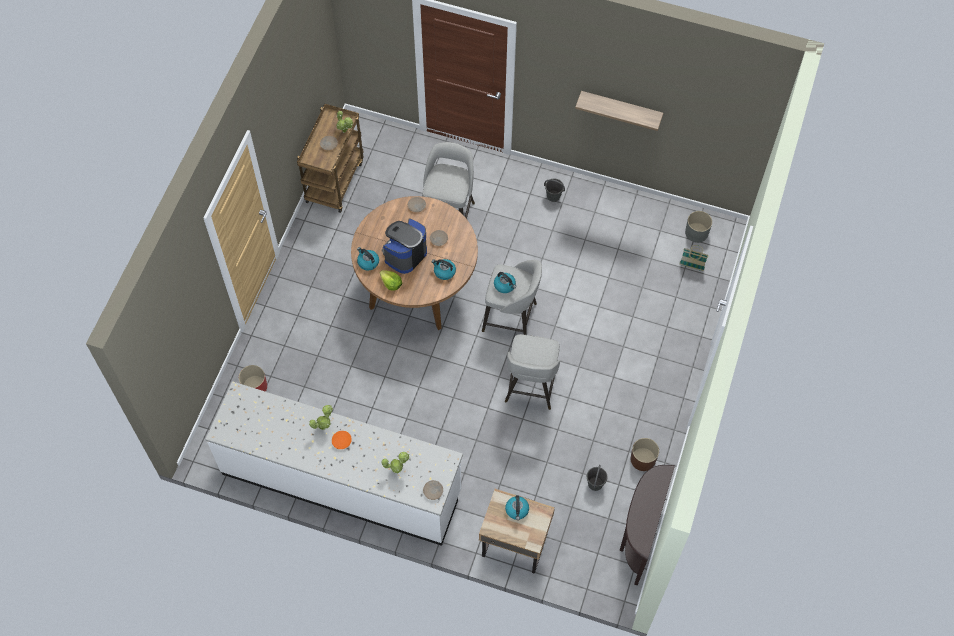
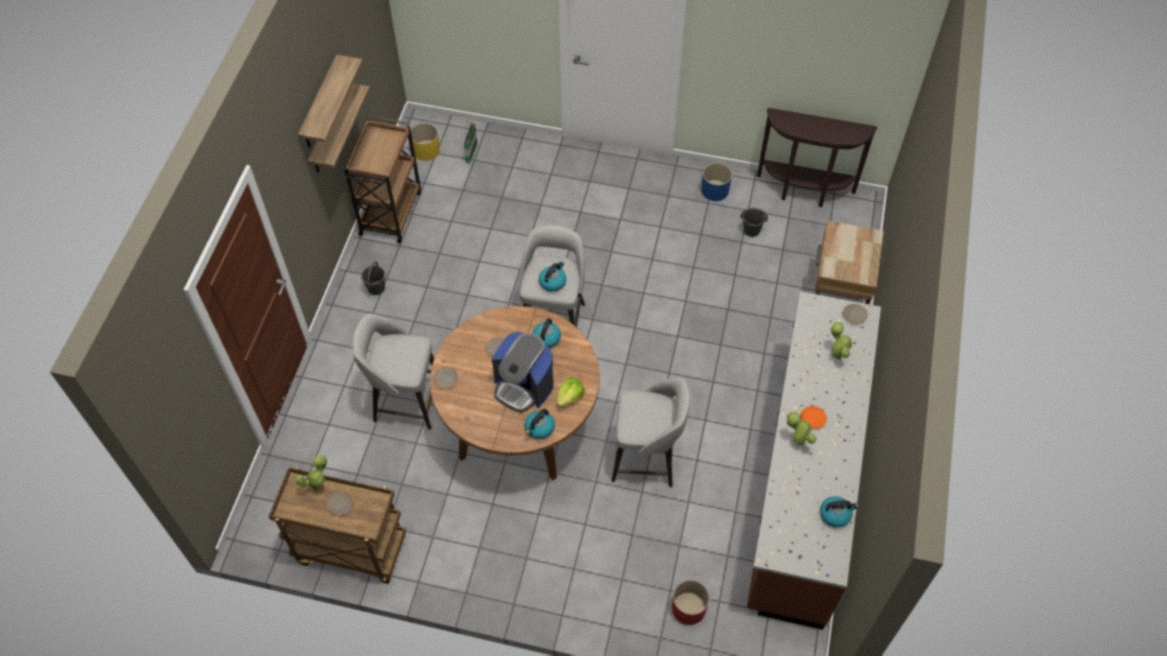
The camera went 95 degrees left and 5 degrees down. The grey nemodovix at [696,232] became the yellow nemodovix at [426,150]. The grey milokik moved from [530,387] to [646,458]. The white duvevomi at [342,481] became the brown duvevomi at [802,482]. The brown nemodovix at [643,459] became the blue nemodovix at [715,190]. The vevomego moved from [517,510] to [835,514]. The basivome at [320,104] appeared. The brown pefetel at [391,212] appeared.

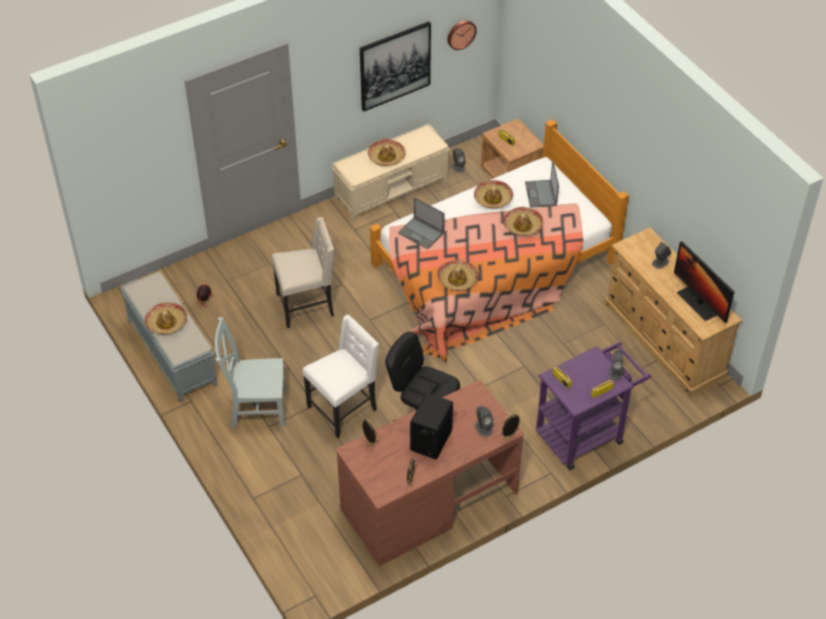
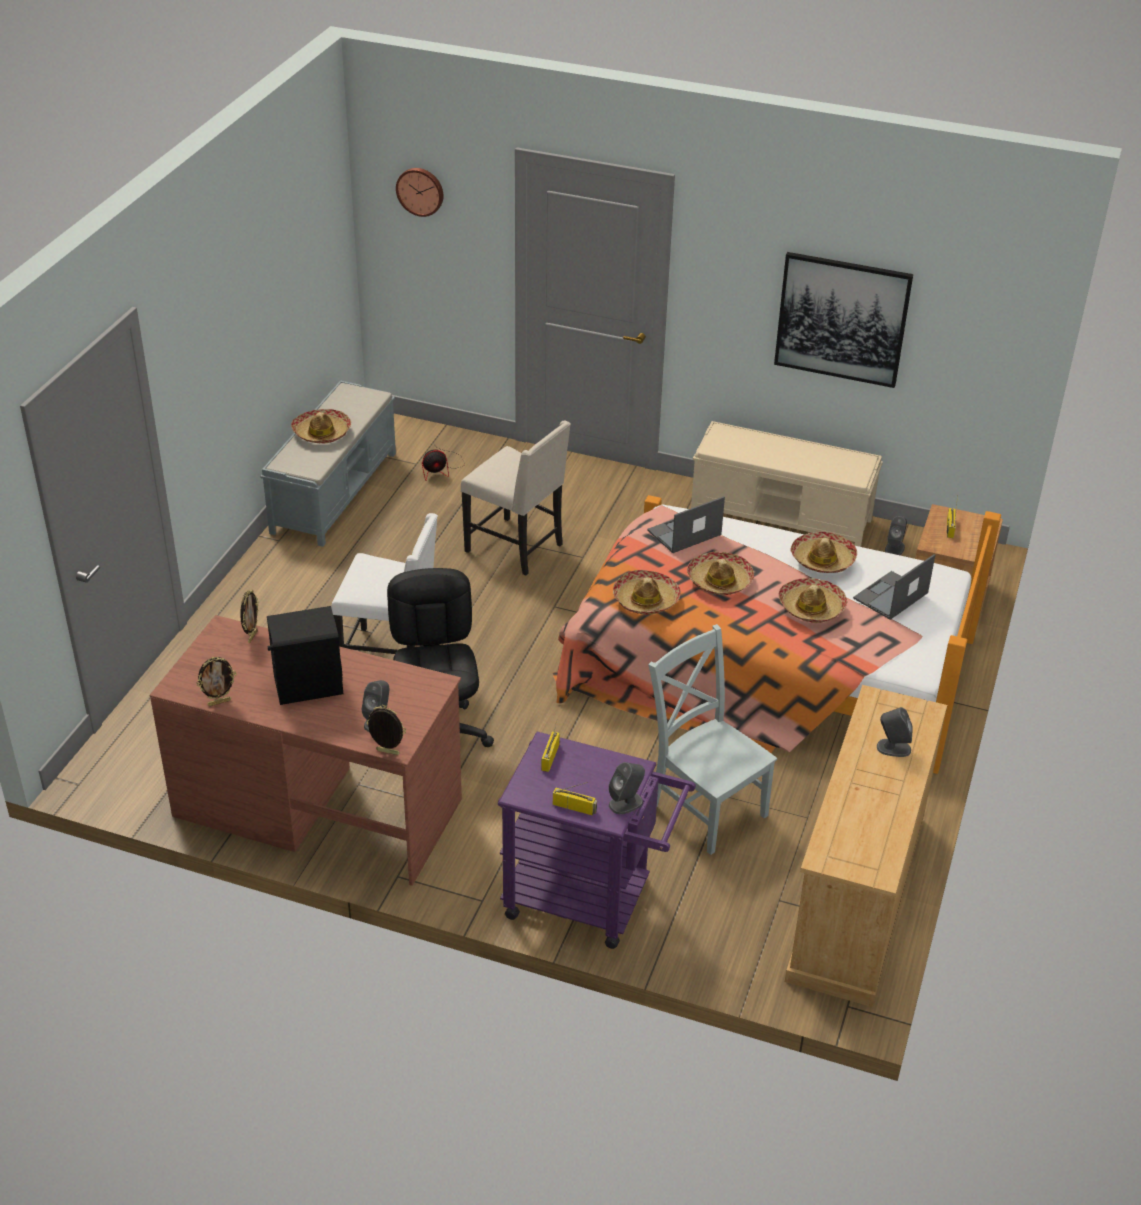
The camera went 50 degrees right and 10 degrees down. The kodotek moved from [460,34] to [420,191]. The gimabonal moved from [386,157] to [719,581]. The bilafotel at [421,233] turned 60 degrees clockwise. The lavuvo at [698,302] disappeared. The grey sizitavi moved from [255,407] to [704,807].

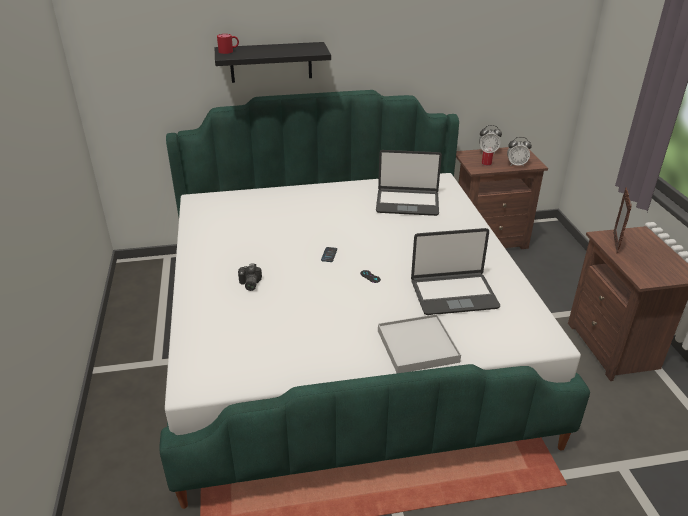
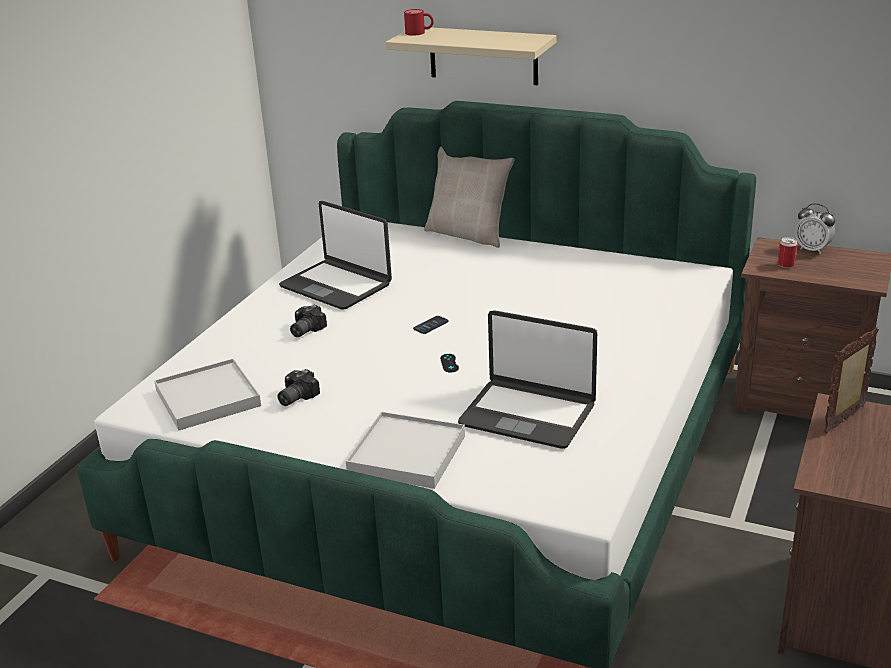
The camera went 35 degrees right and 5 degrees down. The black basivome at [271,62] became the beige basivome at [483,55]. The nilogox at [516,164] disappeared. The bilafotel moved from [407,203] to [336,285]. The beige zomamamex at [468,234] appeared. The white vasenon at [208,398] appeared. The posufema at [295,397] appeared.

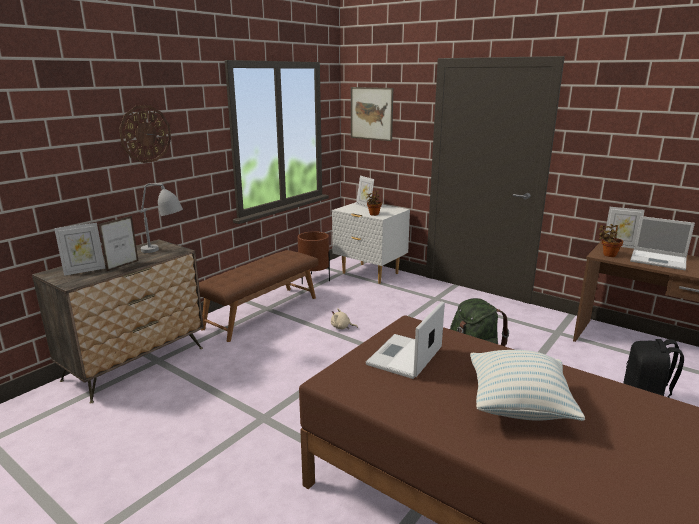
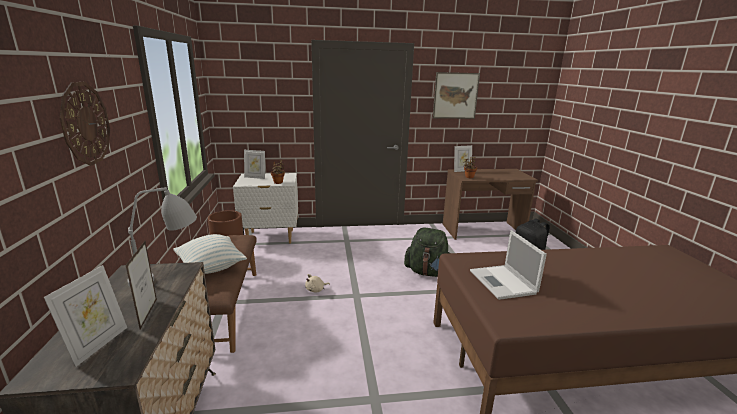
The camera went 45 degrees left and 0 degrees up. The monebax moved from [371,113] to [455,95]. The bilafotel at [659,260] disappeared. The zomamamex moved from [518,406] to [211,268].

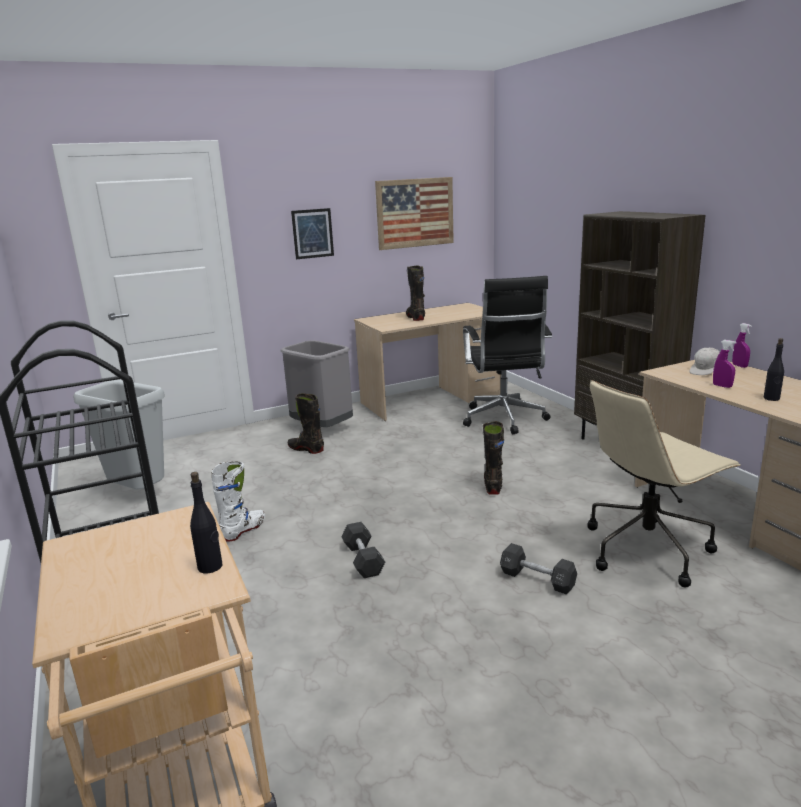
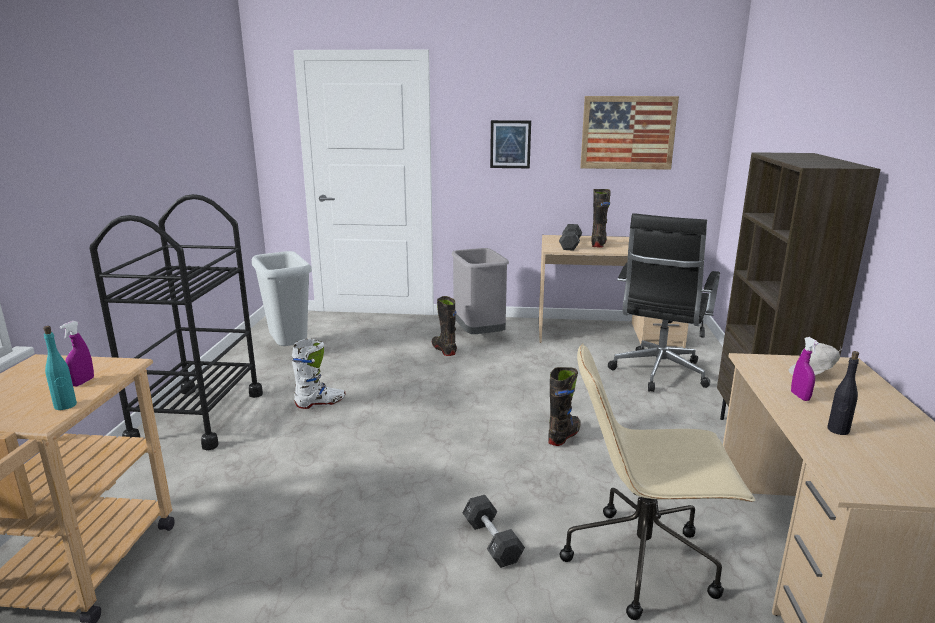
The camera went 30 degrees right and 0 degrees up. The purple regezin moved from [739,366] to [83,382]. The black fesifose at [210,567] became the turquoise fesifose at [65,406]. The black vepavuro moved from [363,559] to [570,245].

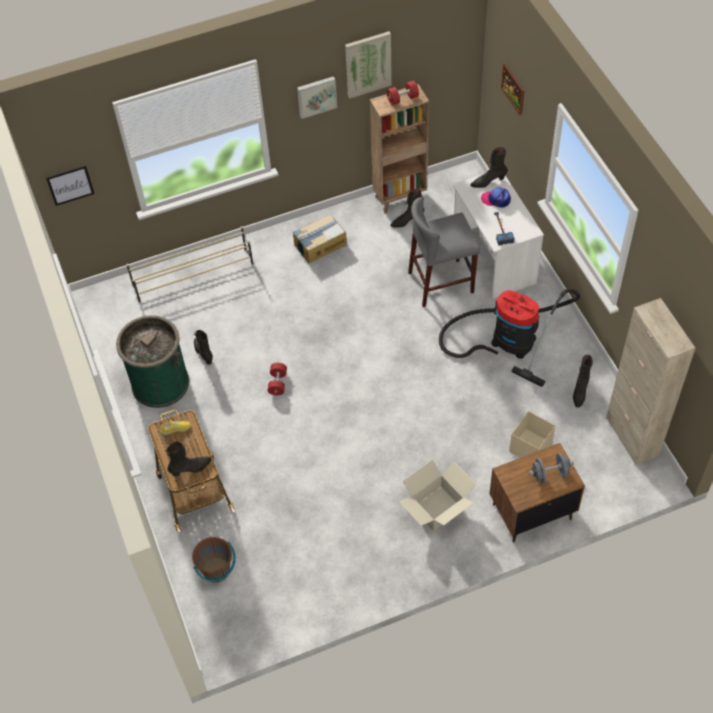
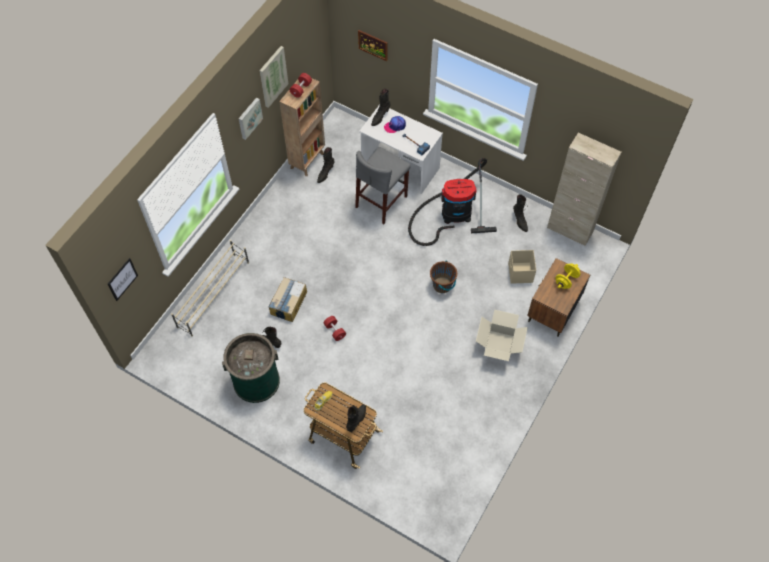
The camera went 40 degrees left and 5 degrees up. The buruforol moved from [320,244] to [288,303]. The grey vepavuro at [550,474] became the yellow vepavuro at [566,280]. The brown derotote moved from [216,570] to [442,285].

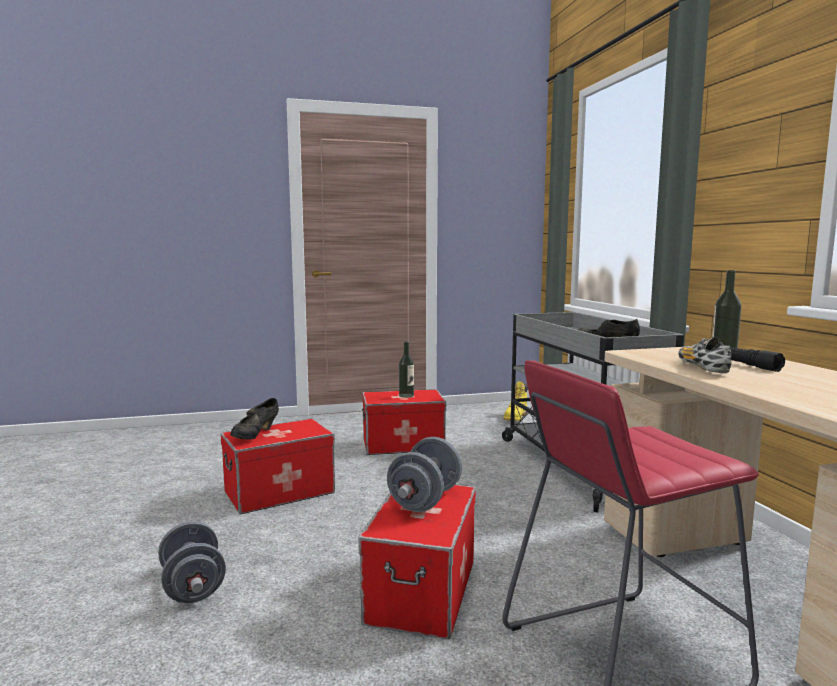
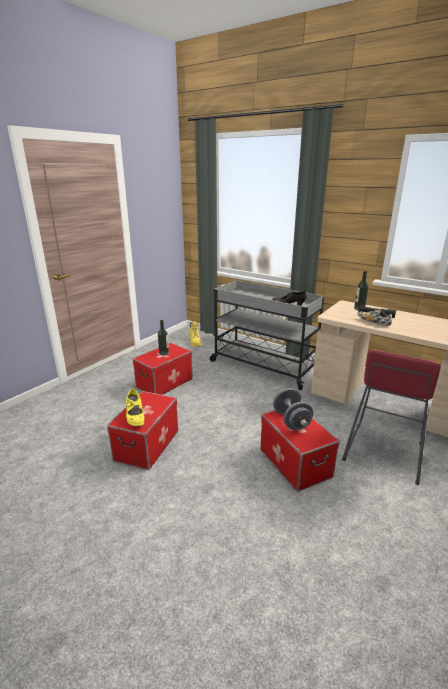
The camera went 40 degrees left and 15 degrees up. The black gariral at [255,435] became the yellow gariral at [135,418]. The grey vepavuro at [193,587] disappeared.

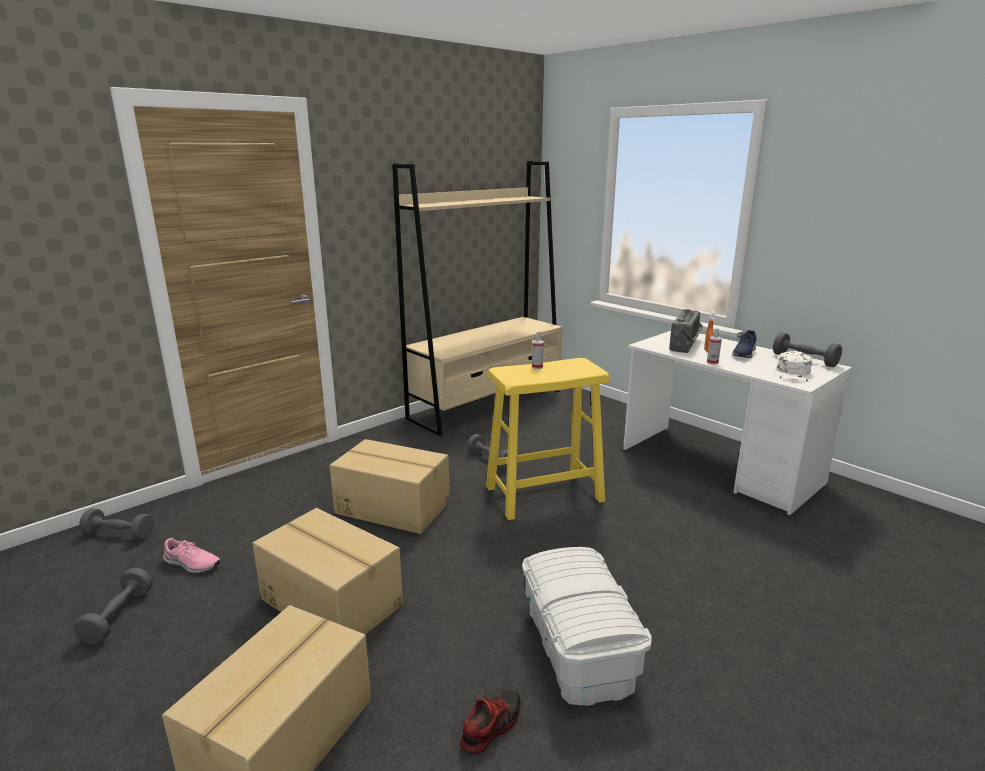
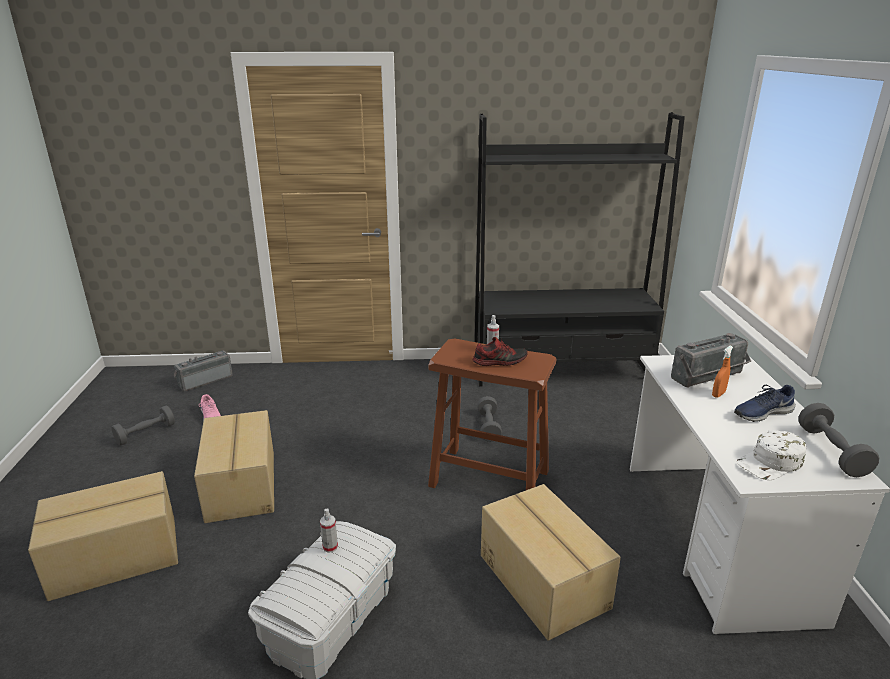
The camera went 40 degrees right and 5 degrees up. The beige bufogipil at [487,404] became the black bufogipil at [562,370]. The regezin moved from [712,362] to [330,547]. The yellow milokik at [545,494] became the brown milokik at [490,478]. The buruforol moved from [393,507] to [544,580]. The grey vepavuro at [119,534] was replaced by the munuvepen at [205,380]. The gariral moved from [491,726] to [499,361].

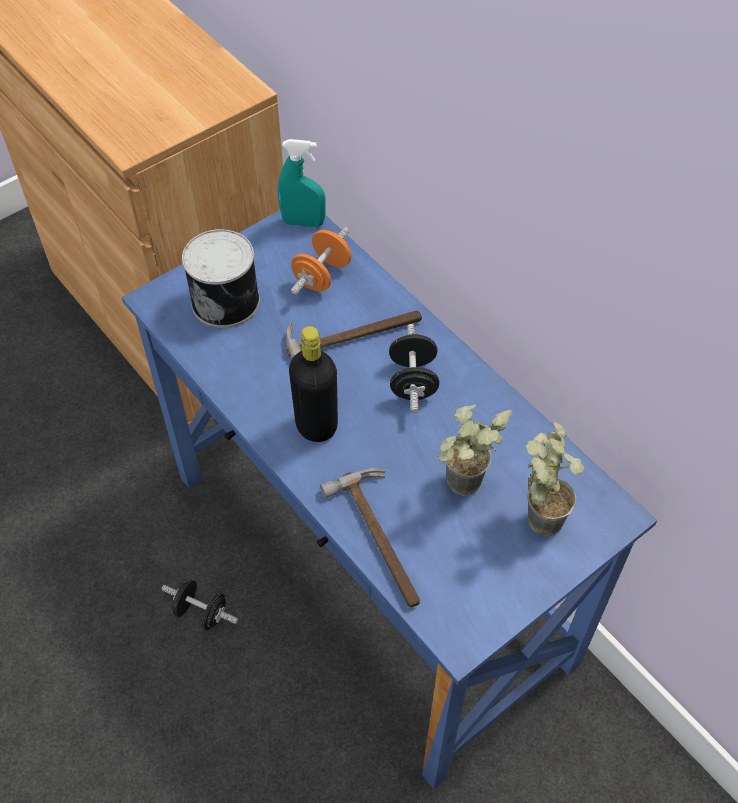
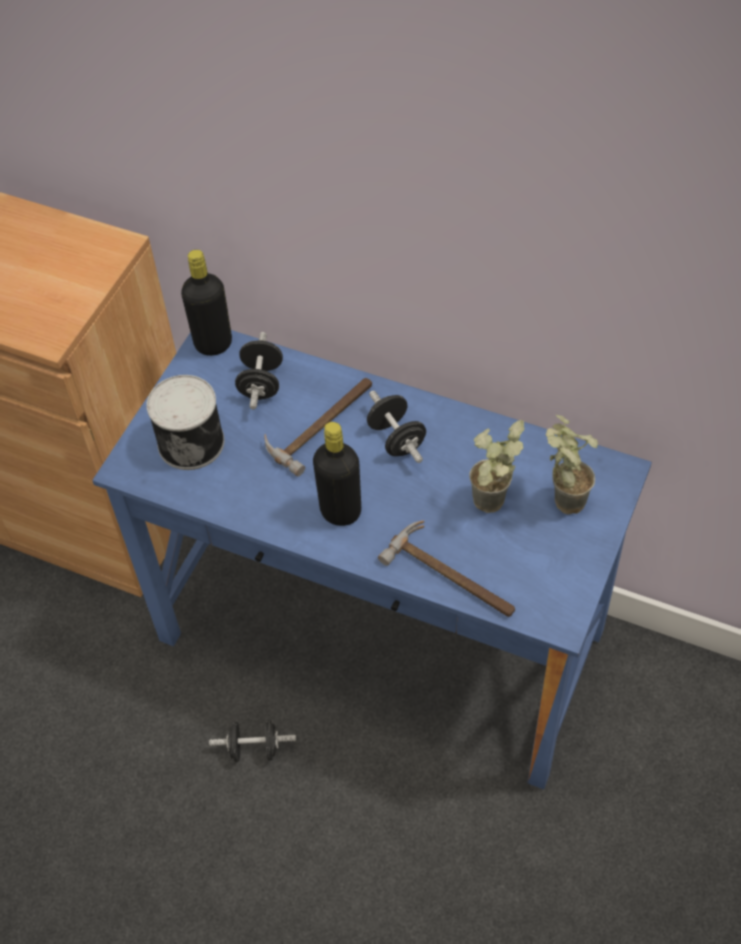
The camera went 25 degrees left and 0 degrees up. The turquoise regezin at [303,222] was replaced by the black fesifose at [213,344]. The orange vepavuro at [322,276] became the black vepavuro at [261,383].

